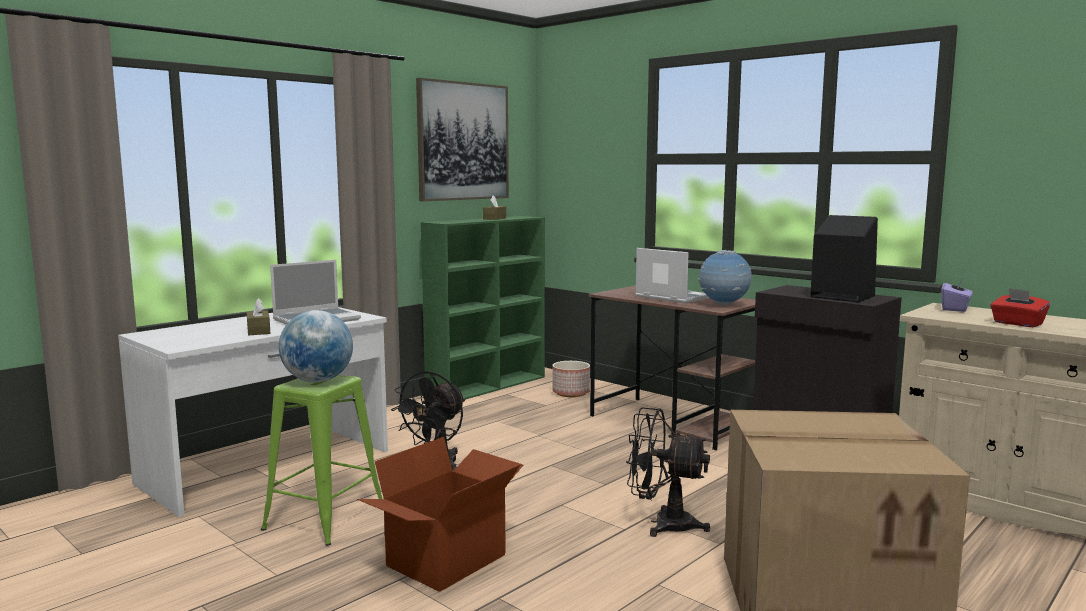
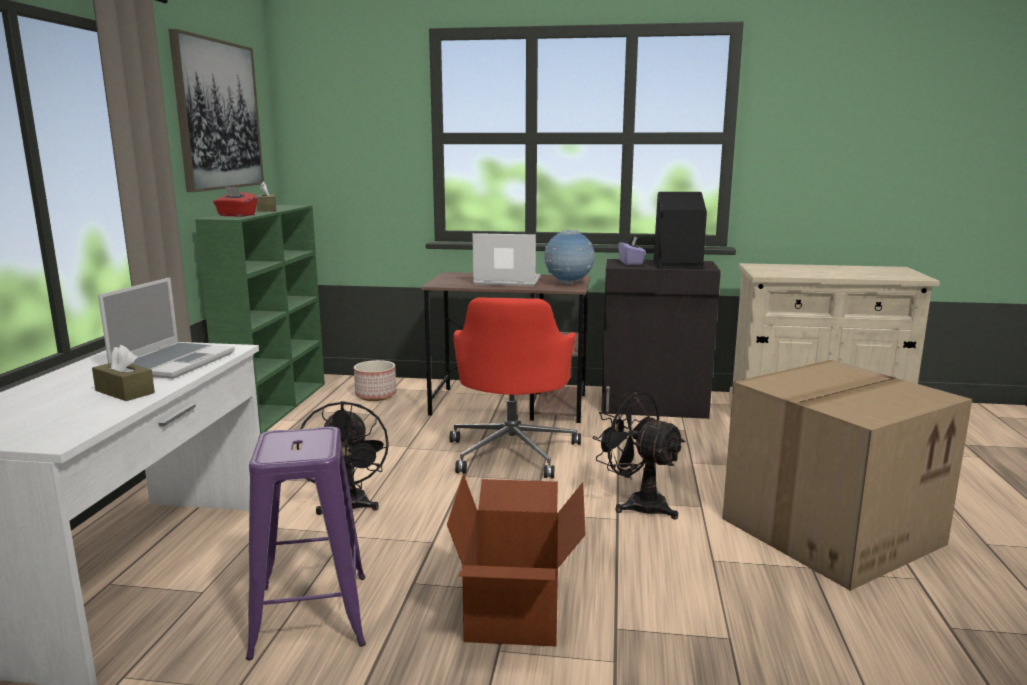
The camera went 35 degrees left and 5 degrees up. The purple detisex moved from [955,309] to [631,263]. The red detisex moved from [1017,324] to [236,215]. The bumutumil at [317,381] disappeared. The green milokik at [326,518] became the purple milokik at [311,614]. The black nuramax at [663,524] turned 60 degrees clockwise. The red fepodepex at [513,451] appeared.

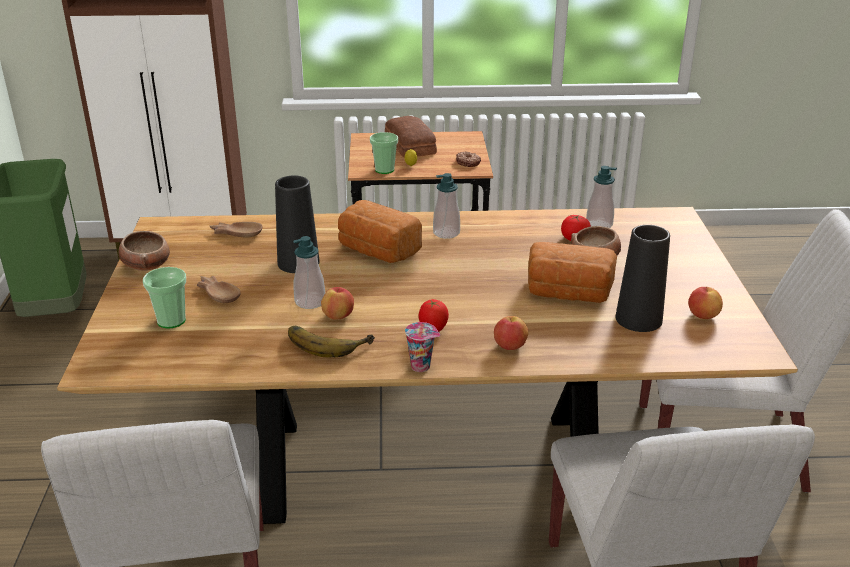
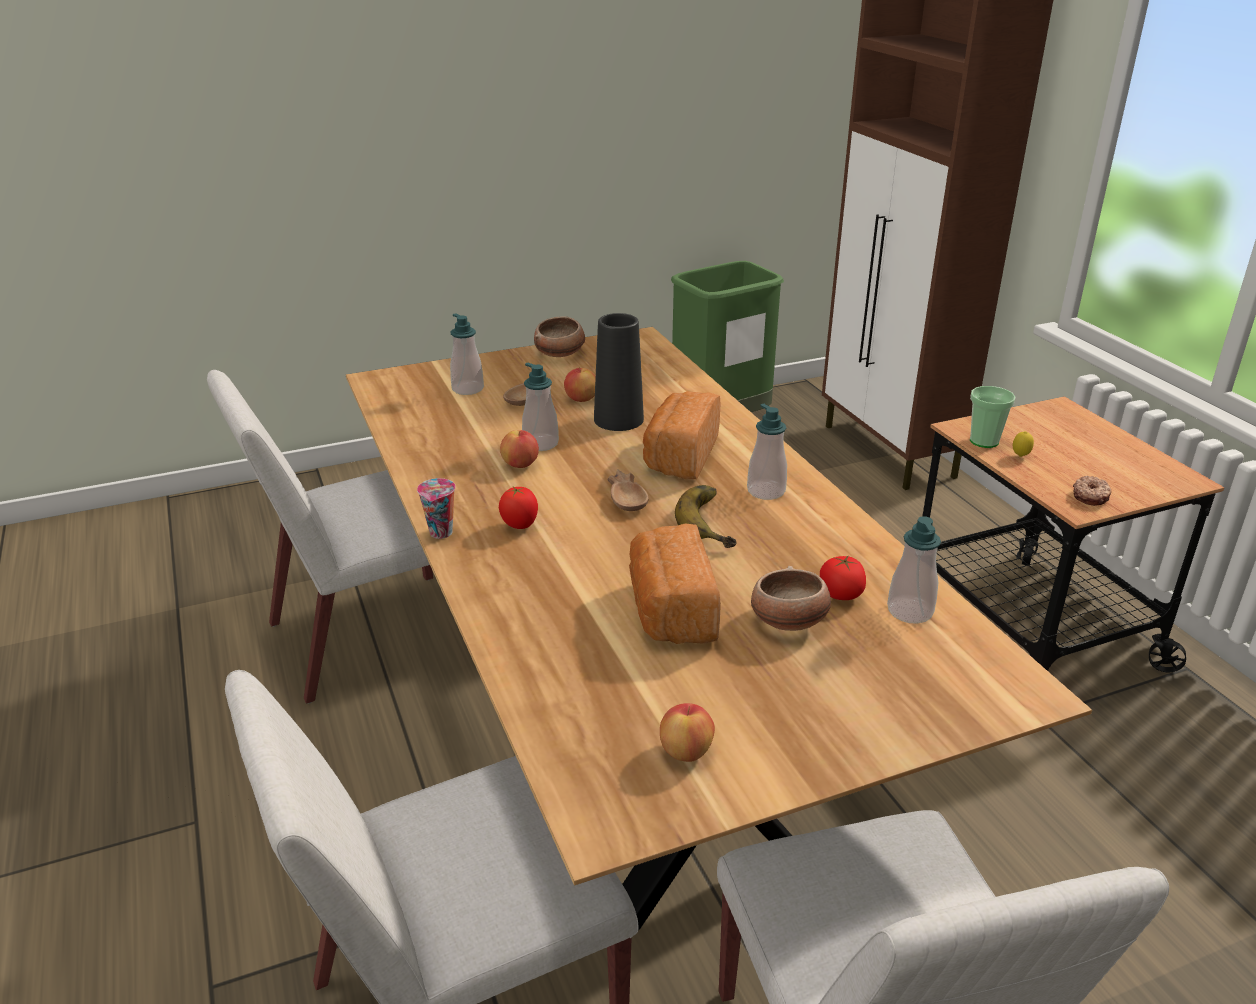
The camera went 70 degrees right and 0 degrees up. The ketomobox at [411,145] disappeared. The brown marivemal moved from [237,233] to [627,497]. The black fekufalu at [638,319] disappeared. The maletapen at [171,320] was replaced by the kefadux at [467,389]. The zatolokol moved from [510,346] to [581,399]. The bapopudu moved from [328,341] to [714,521].

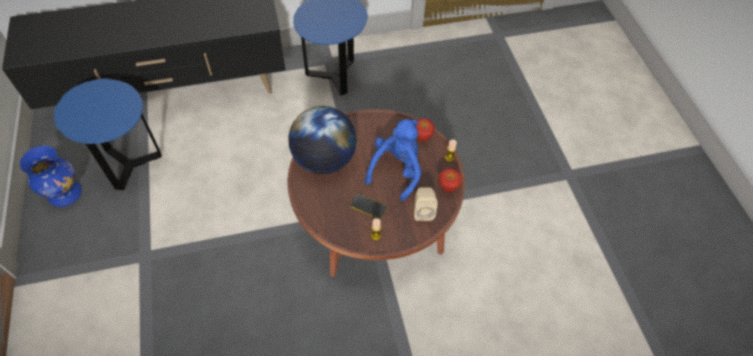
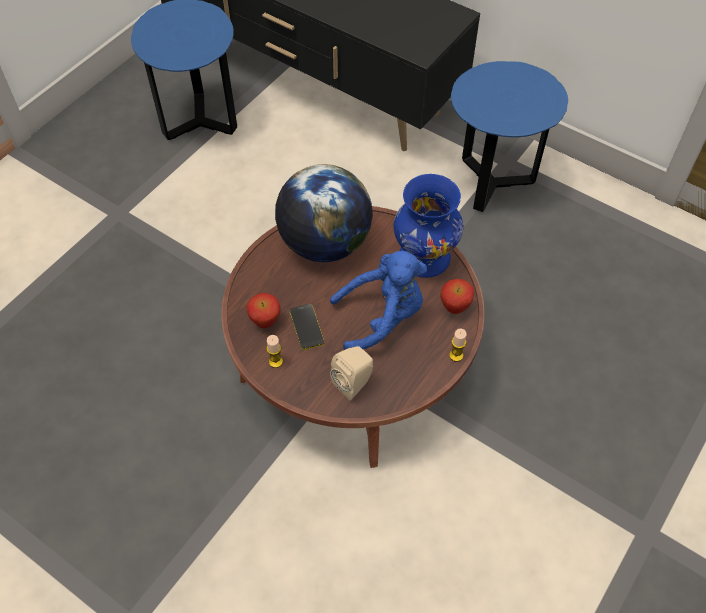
The camera went 50 degrees right and 0 degrees up. The blue fekufalu moved from [65,194] to [424,259]. The zatolokol moved from [448,188] to [265,322].

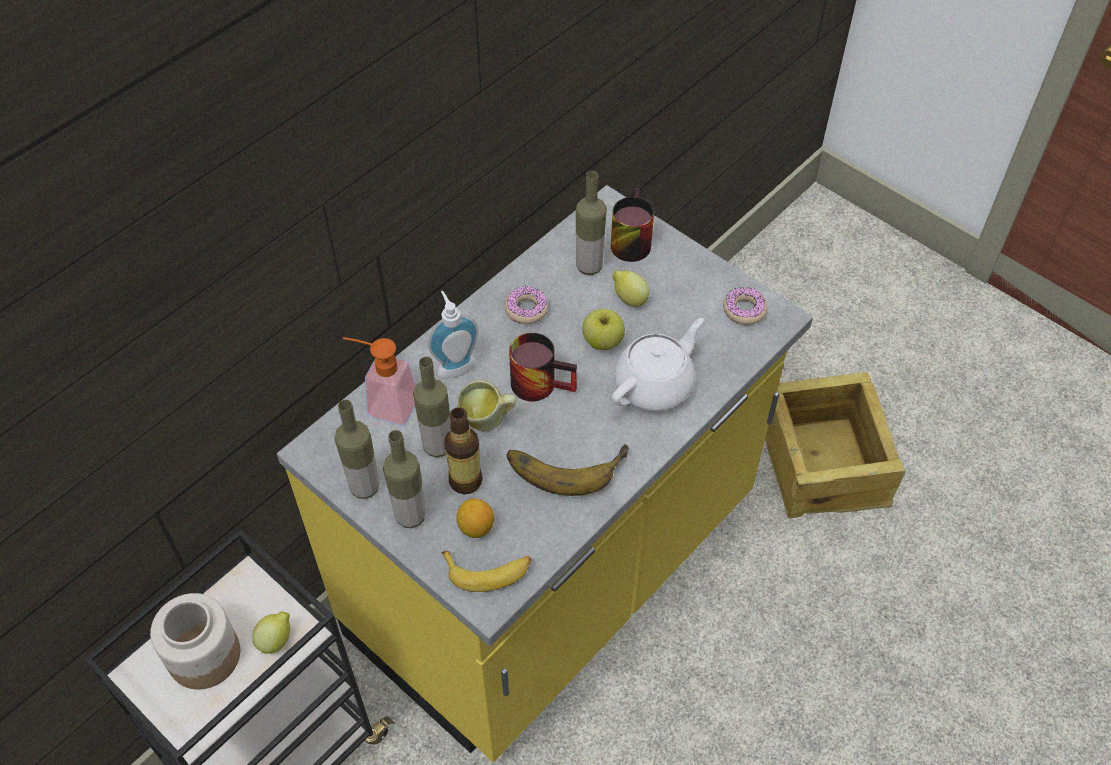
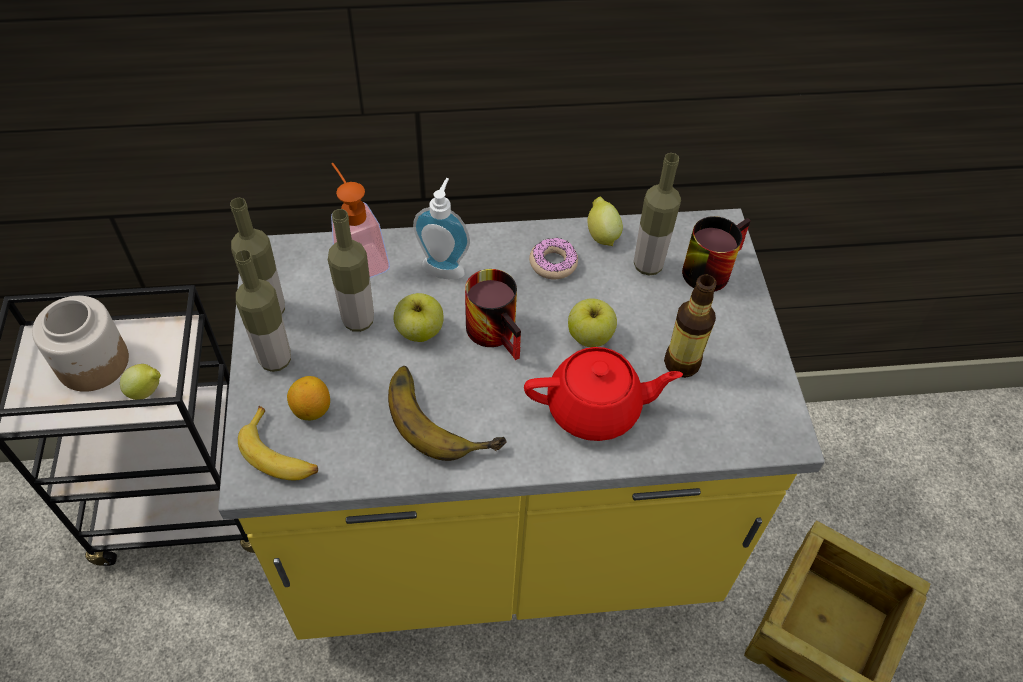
The camera went 40 degrees right and 0 degrees up. The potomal moved from [629,299] to [601,235]. The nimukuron at [744,310] disappeared. The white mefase at [655,385] became the red mefase at [595,409]. The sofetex at [488,421] was replaced by the zatolokol at [419,331]. The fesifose moved from [465,481] to [681,363].

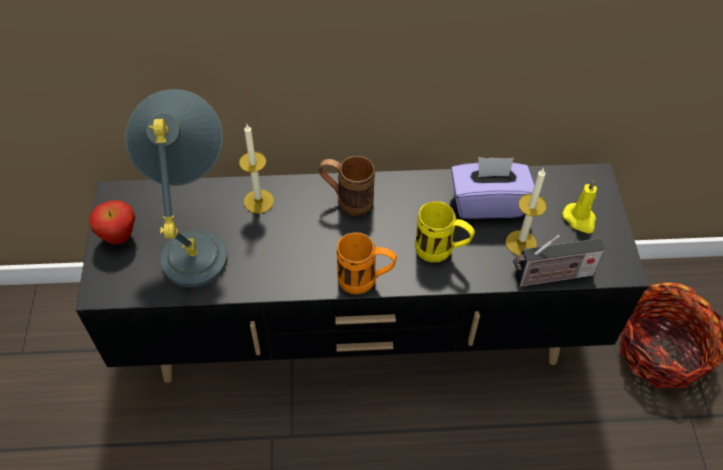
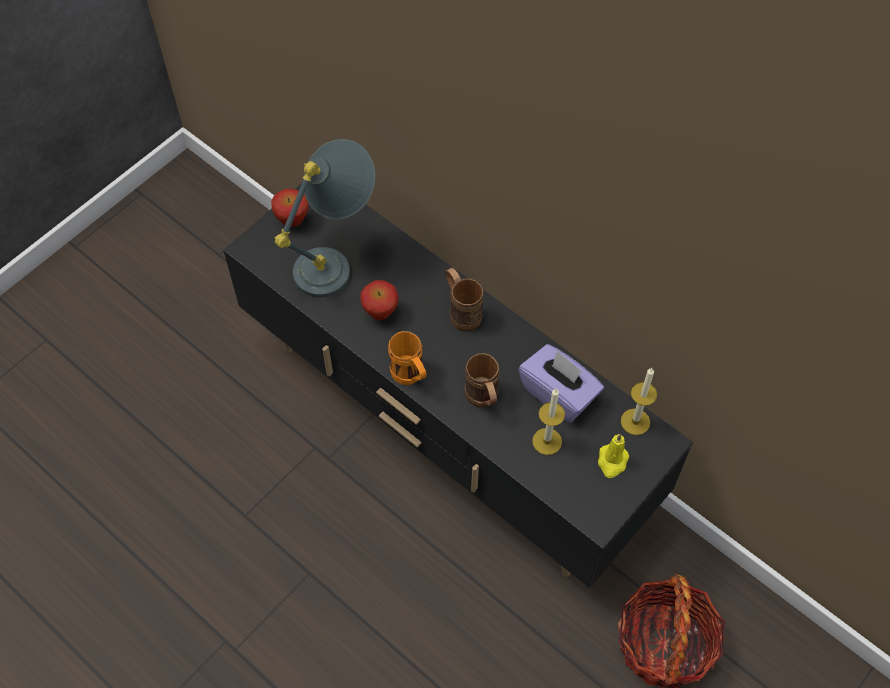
The camera went 45 degrees right and 5 degrees up. The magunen moved from [258,201] to [635,421]. The yellow sofetex at [441,252] became the brown sofetex at [483,400]. The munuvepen at [550,277] disappeared. The zatolokol at [380,313] appeared.

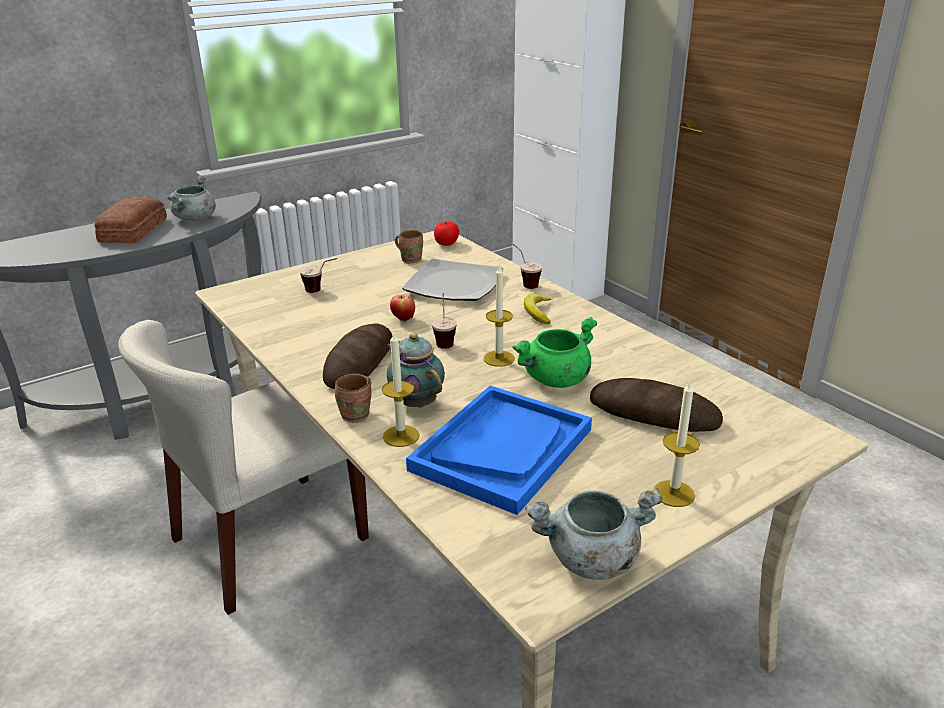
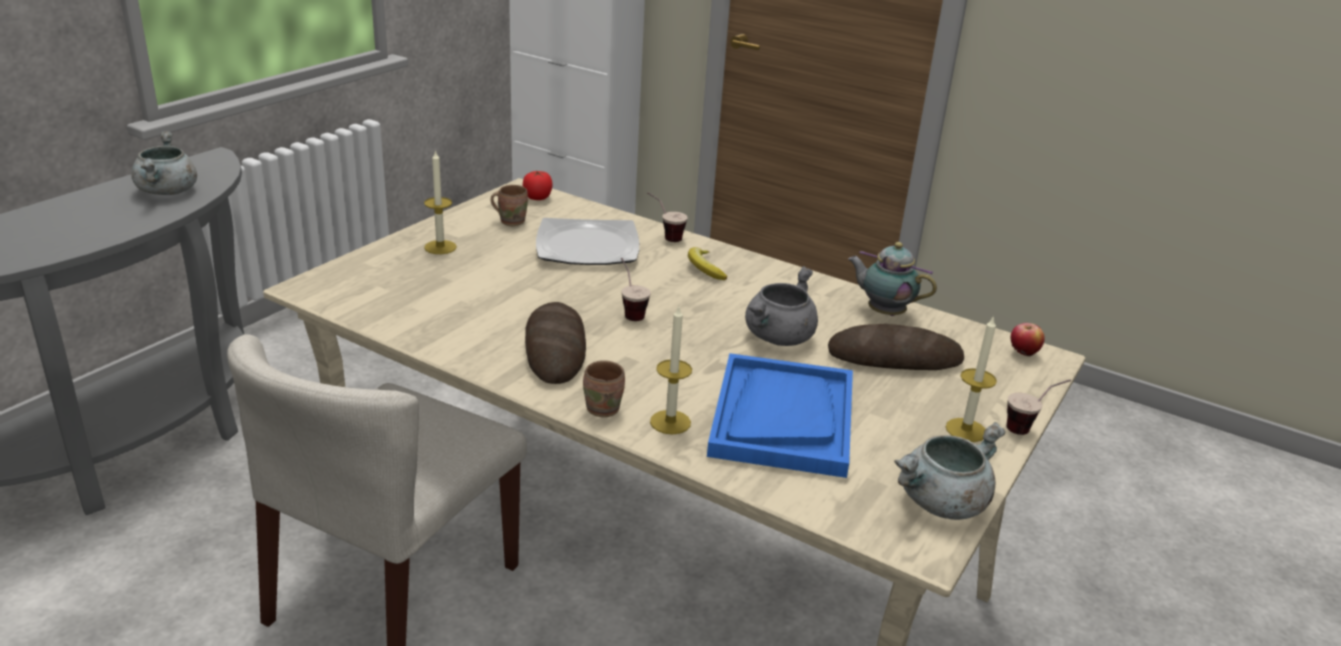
The camera went 25 degrees left and 0 degrees up. The ketomobox at [131,231] disappeared. The maletapen moved from [321,291] to [1030,428]. The magunen moved from [499,358] to [440,247]. The zatolokol moved from [403,319] to [1023,353]. The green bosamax at [556,380] became the grey bosamax at [779,338]. The mefase moved from [416,402] to [883,312].

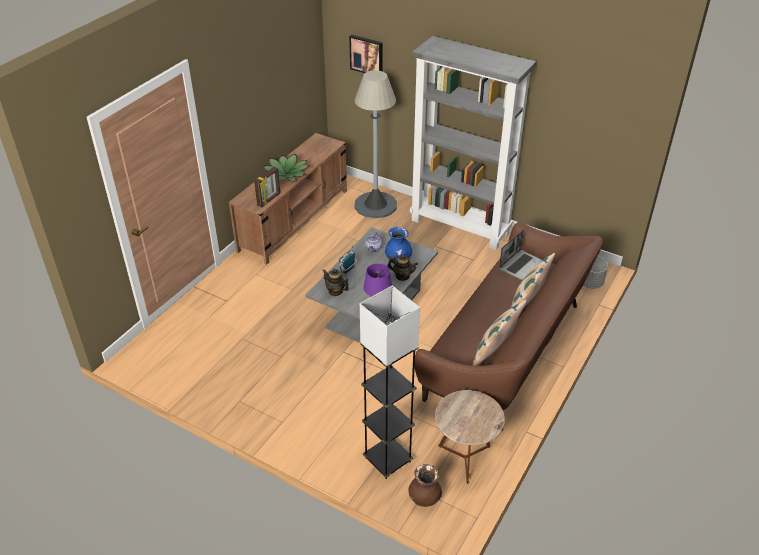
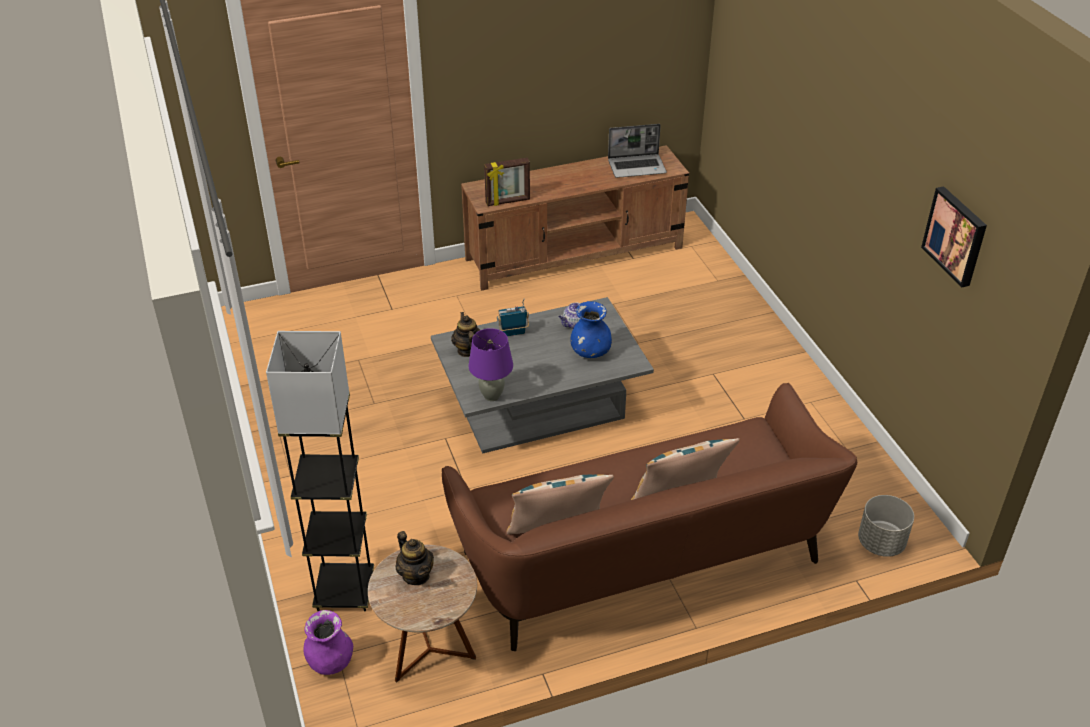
The camera went 40 degrees right and 0 degrees up. The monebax moved from [367,55] to [956,235]. The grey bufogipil at [461,226] disappeared. The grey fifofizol at [375,205] disappeared. The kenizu at [287,174] disappeared. The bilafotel moved from [520,265] to [637,167]. The mefase moved from [402,276] to [416,575]. The brown fekufalu at [424,498] became the purple fekufalu at [330,662].

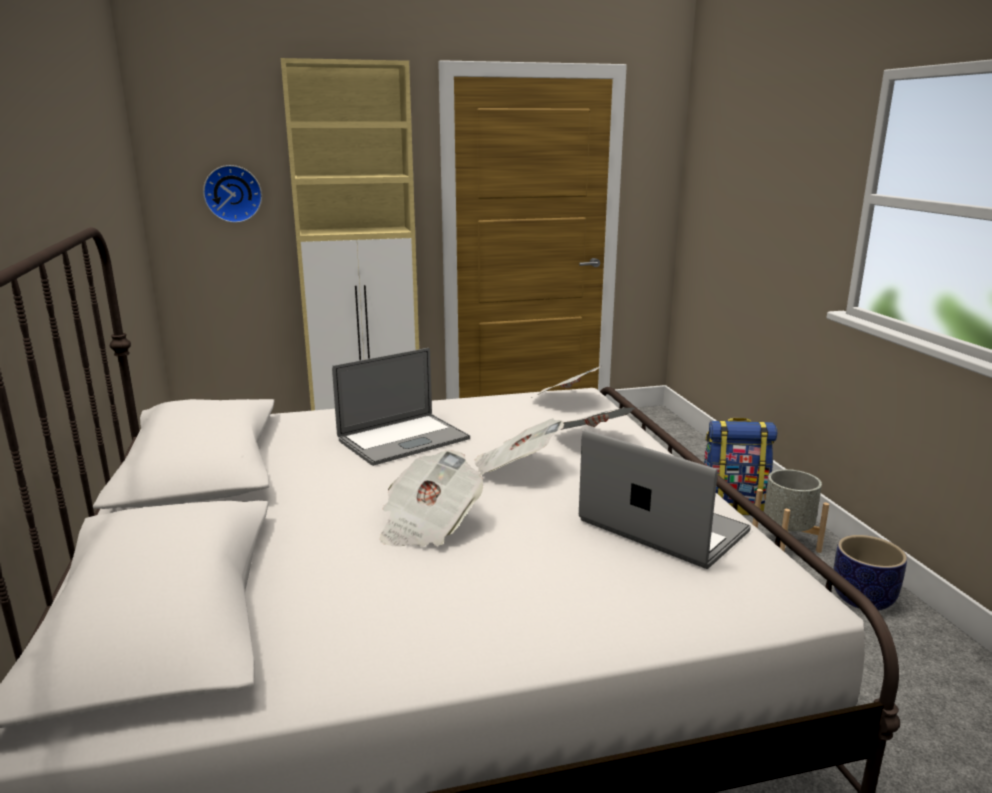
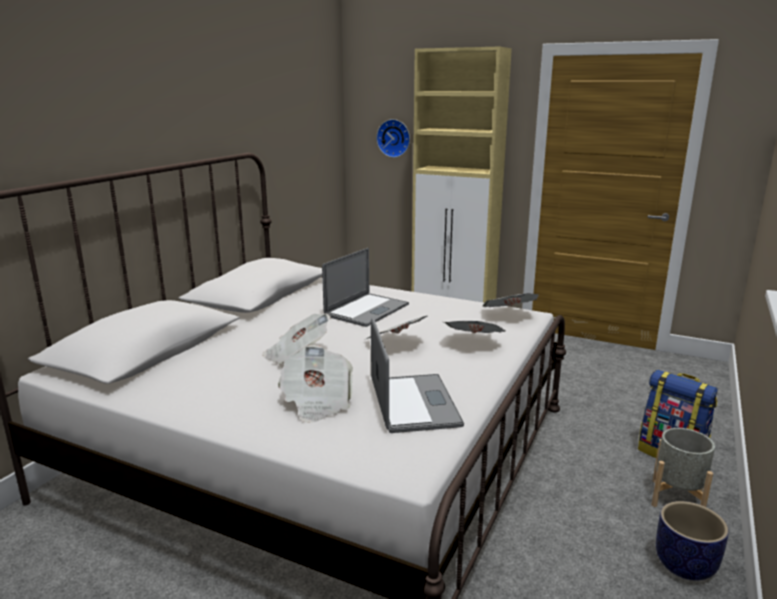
The camera went 40 degrees right and 0 degrees up. The bilafotel at [403,439] turned 60 degrees counterclockwise. The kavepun at [317,402] appeared.

